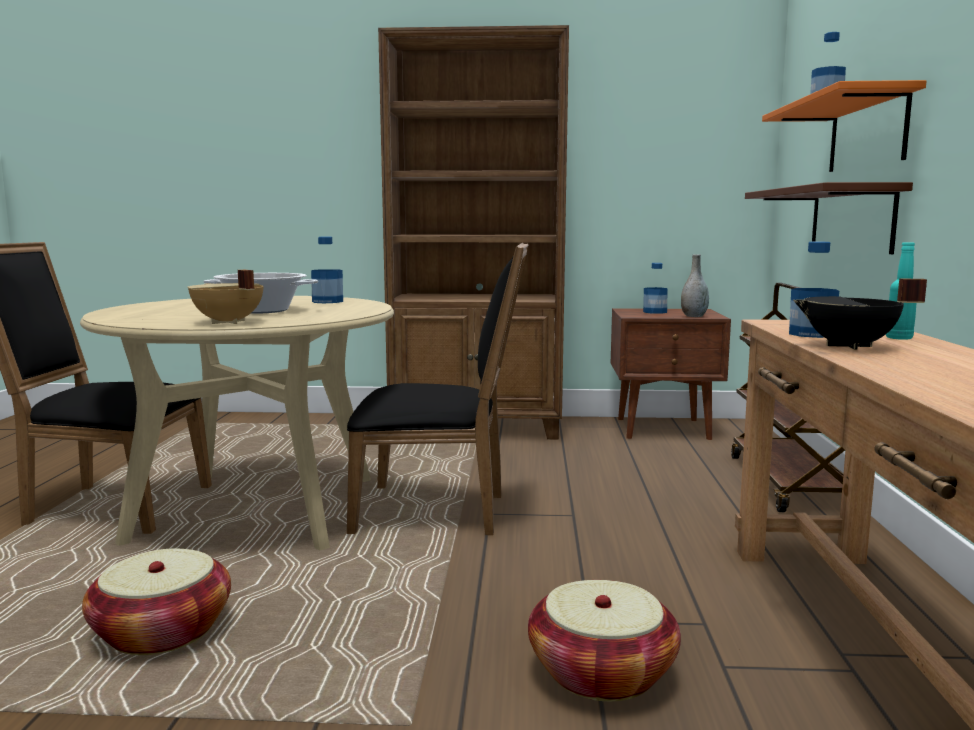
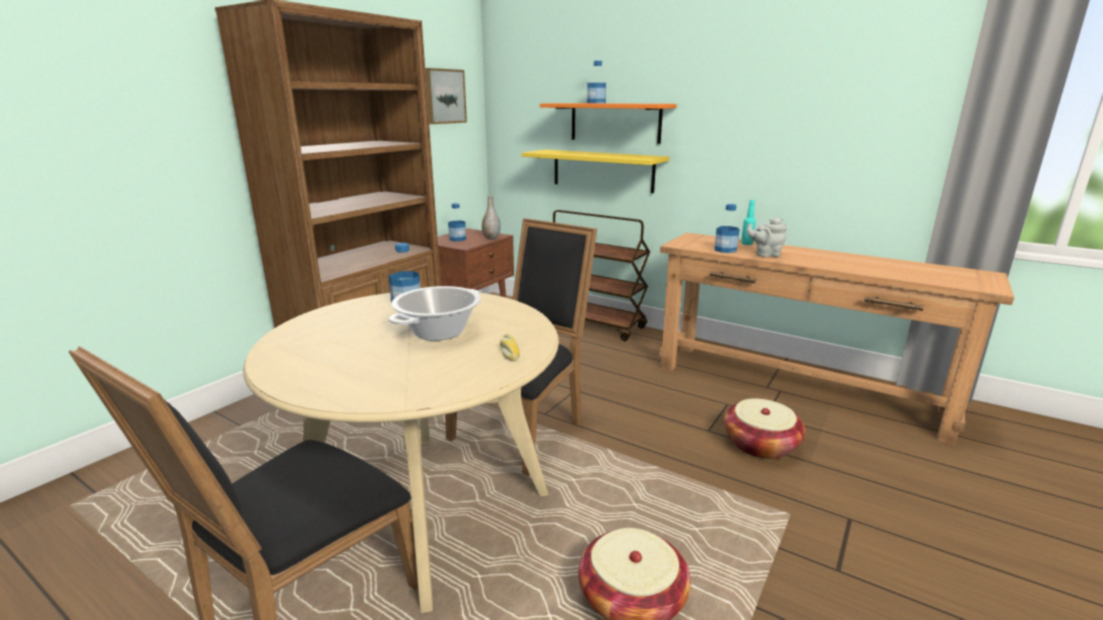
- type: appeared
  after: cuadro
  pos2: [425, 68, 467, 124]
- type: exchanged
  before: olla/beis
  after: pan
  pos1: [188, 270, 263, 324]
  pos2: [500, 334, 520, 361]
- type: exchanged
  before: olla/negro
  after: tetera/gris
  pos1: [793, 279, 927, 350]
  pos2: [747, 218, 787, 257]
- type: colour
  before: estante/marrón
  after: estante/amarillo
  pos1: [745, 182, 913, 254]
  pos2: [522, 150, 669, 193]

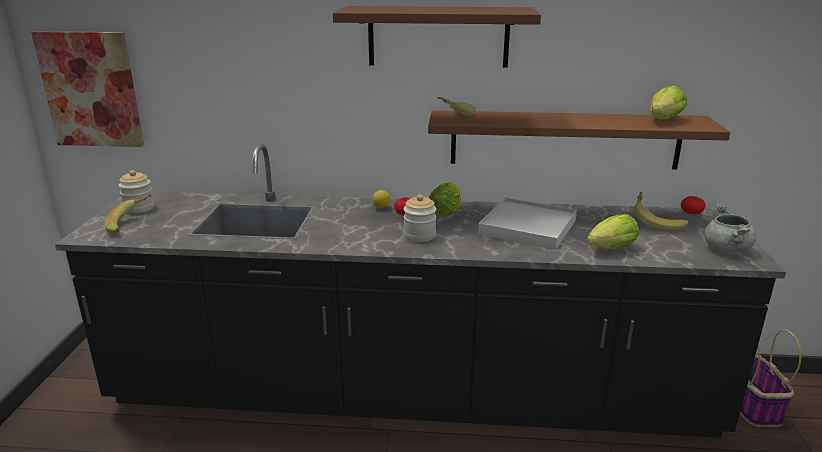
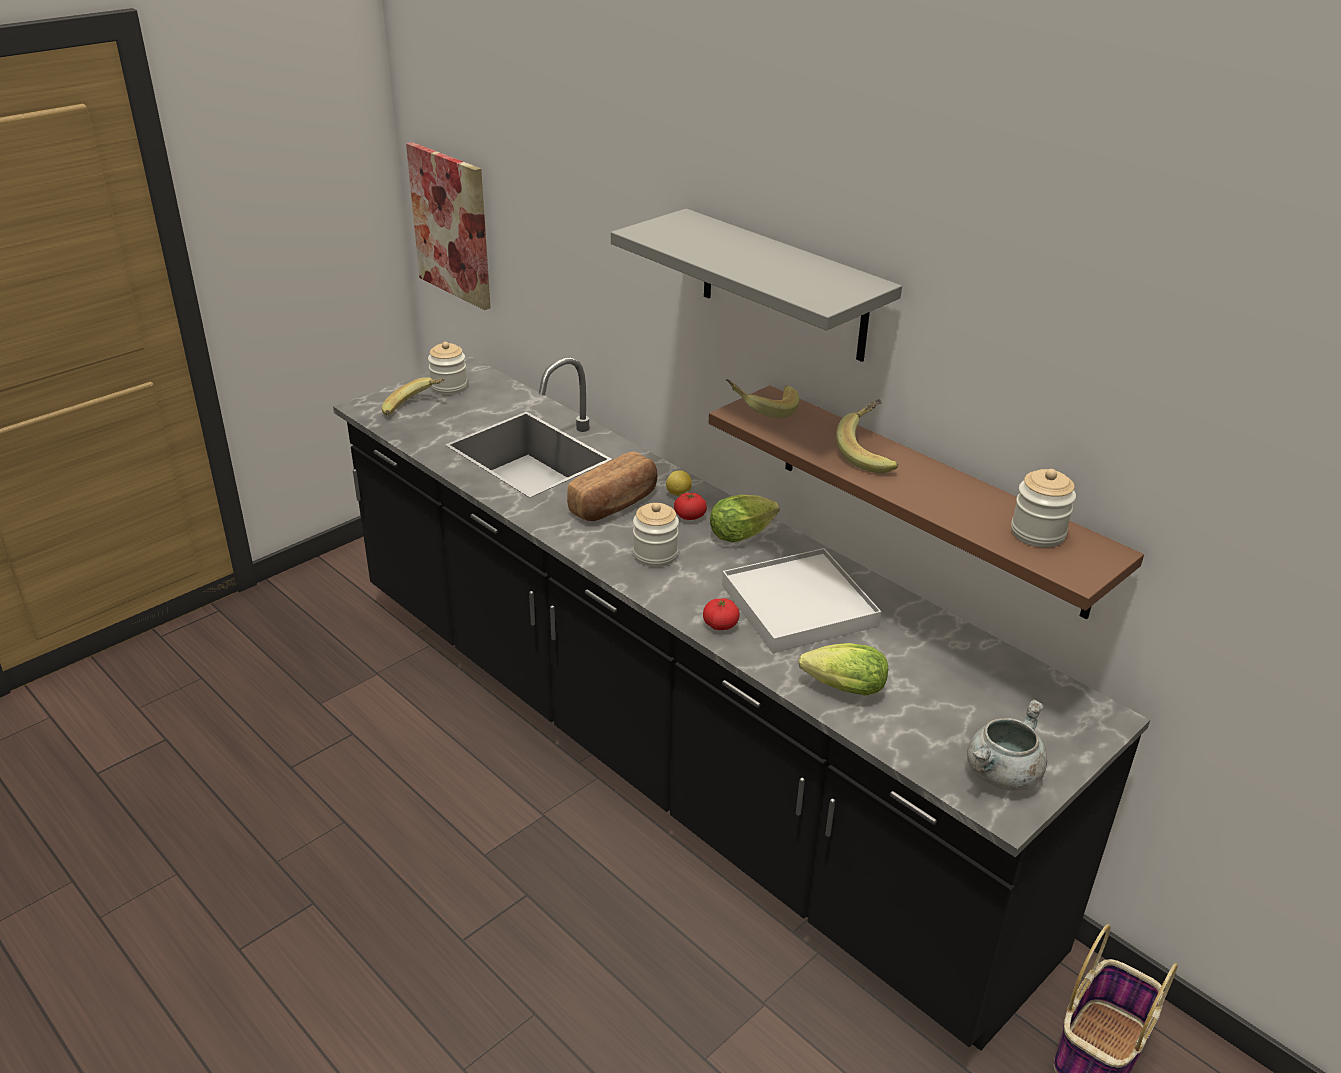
- type: appeared
  after: pan
  pos2: [567, 452, 658, 521]
- type: relocated
  before: plátano
  pos1: [634, 192, 688, 232]
  pos2: [836, 399, 898, 473]
- type: relocated
  before: tomate
  pos1: [681, 196, 705, 214]
  pos2: [703, 598, 740, 630]
- type: exchanged
  before: lechuga
  after: tarro
  pos1: [649, 85, 687, 120]
  pos2: [1011, 469, 1076, 547]
- type: colour
  before: estante/marrón
  after: estante/gris
  pos1: [333, 6, 541, 68]
  pos2: [611, 209, 902, 362]

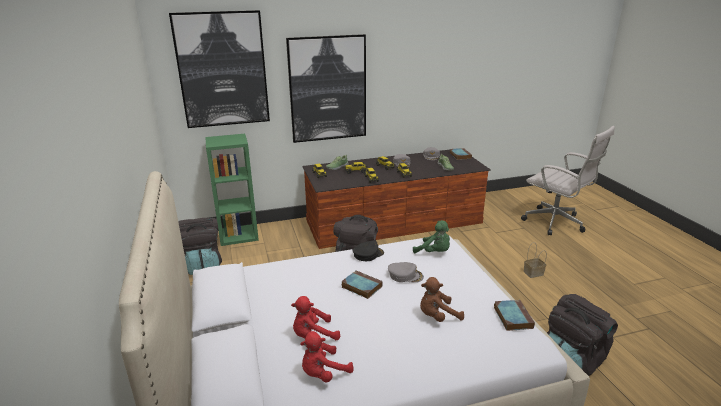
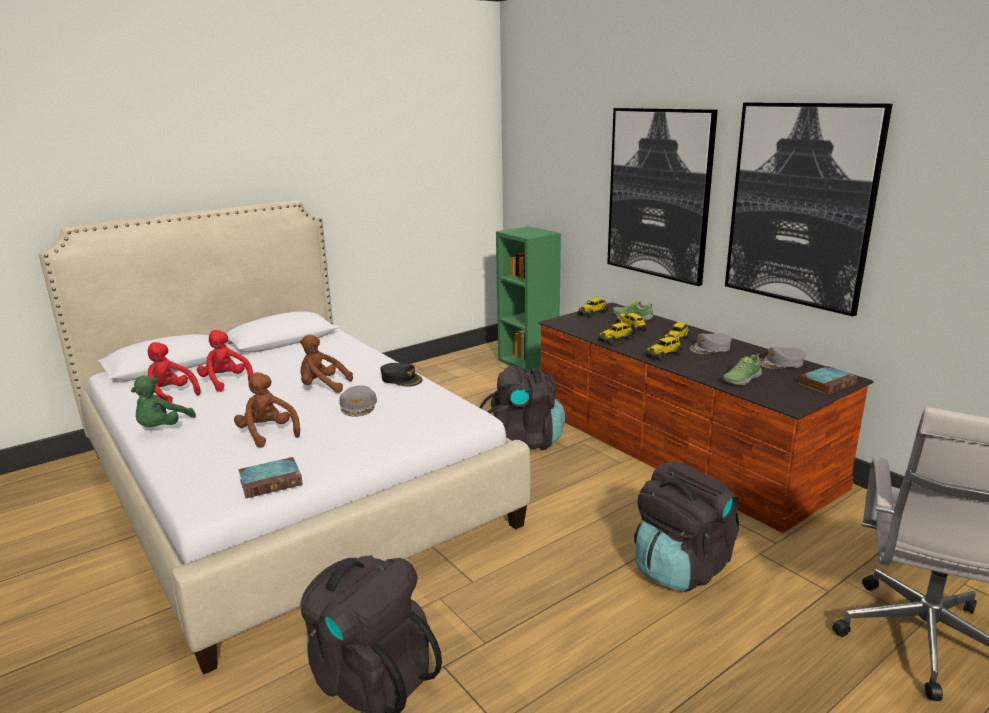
- type: missing
  before: cesta
  pos1: [524, 242, 547, 278]
- type: relocated
  before: cuadro
  pos1: [169, 10, 270, 128]
  pos2: [725, 103, 893, 316]
- type: relocated
  before: mochila/negro
  pos1: [178, 218, 222, 275]
  pos2: [634, 462, 739, 592]
- type: relocated
  before: peluche/verde
  pos1: [413, 220, 450, 253]
  pos2: [131, 375, 196, 427]
- type: exchanged
  before: libro
  after: peluche/marrón
  pos1: [341, 271, 383, 299]
  pos2: [300, 335, 353, 393]

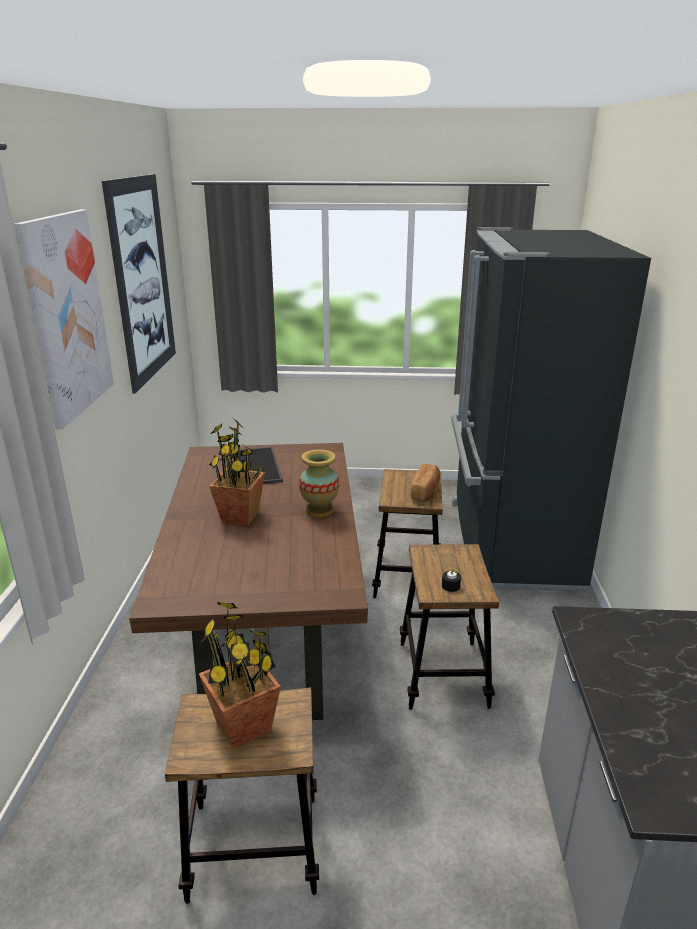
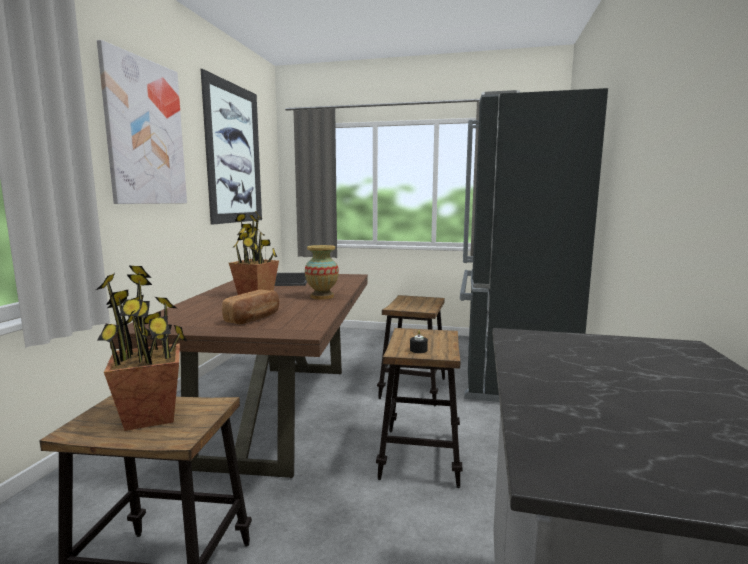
- type: relocated
  before: pan
  pos1: [411, 464, 440, 502]
  pos2: [222, 290, 279, 324]

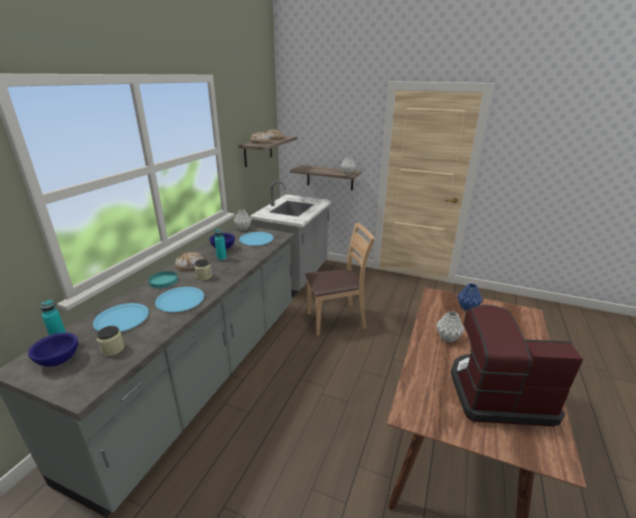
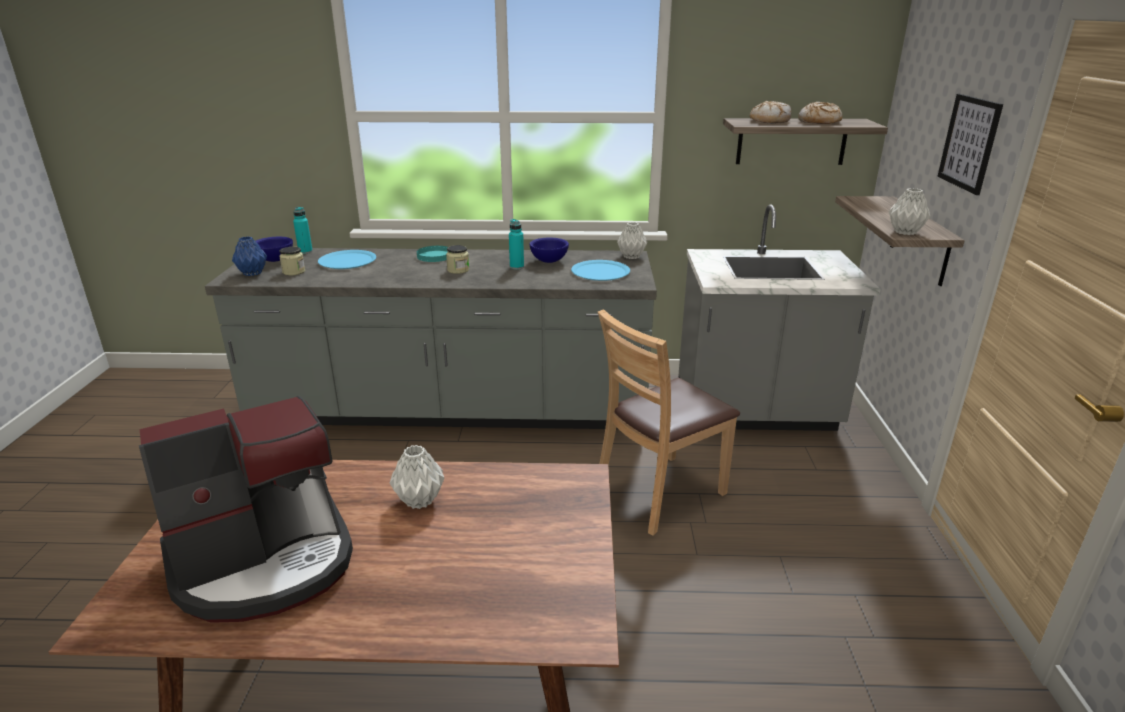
- type: missing
  before: plato/azul
  pos1: [155, 287, 204, 312]
- type: missing
  before: pan
  pos1: [175, 252, 204, 271]
- type: appeared
  after: cuadro
  pos2: [938, 94, 1003, 195]
- type: relocated
  before: florero/azul
  pos1: [457, 284, 483, 311]
  pos2: [232, 236, 267, 276]
- type: spun
  before: silla/marrón
  pos1: [305, 223, 375, 336]
  pos2: [598, 309, 740, 536]
  turn: 90
- type: spun
  before: cafetera
  pos1: [451, 305, 583, 427]
  pos2: [139, 396, 353, 623]
  turn: 75

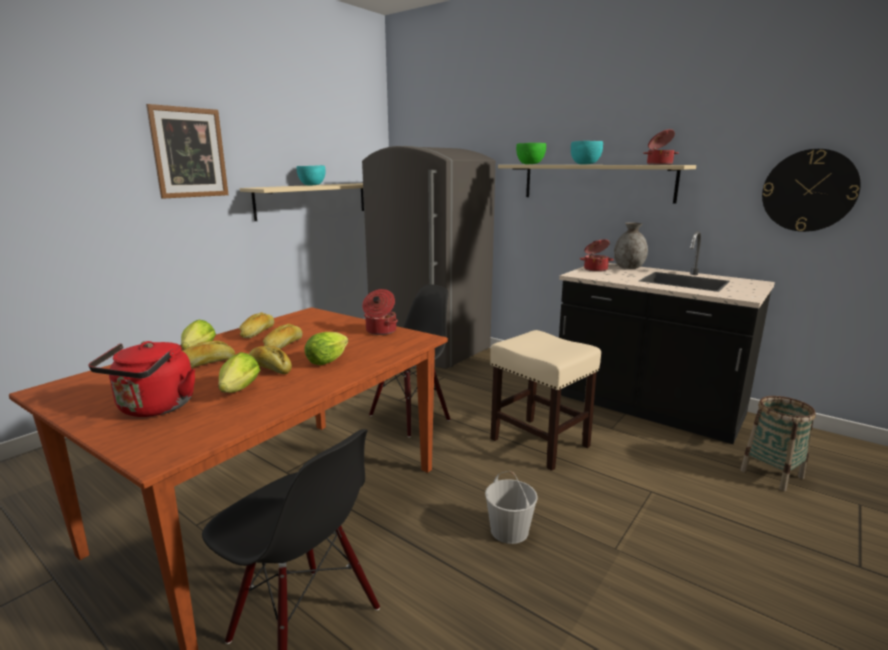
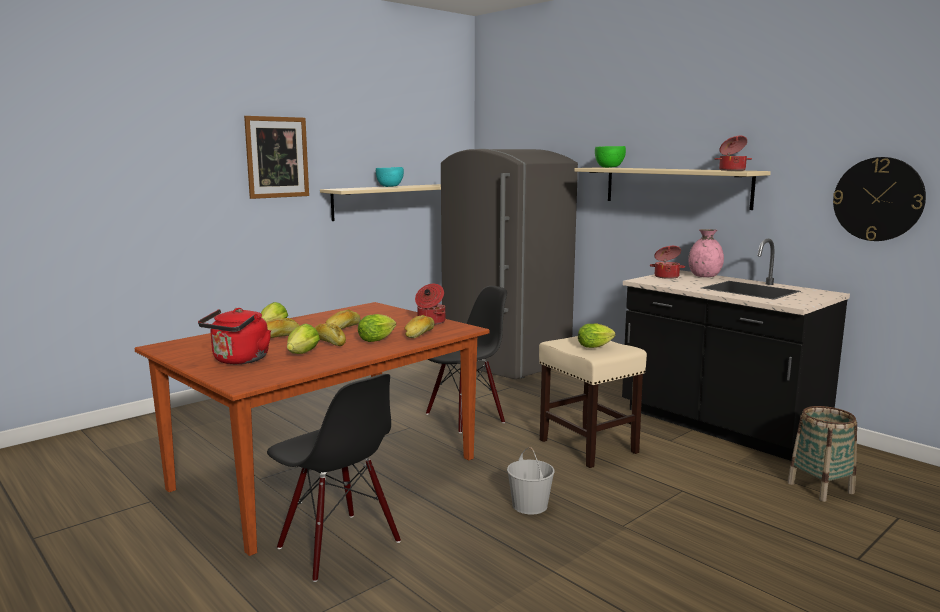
- type: missing
  before: cuenco/turquesa
  pos1: [571, 141, 603, 165]
- type: appeared
  after: lechuga
  pos2: [578, 324, 615, 348]
- type: relocated
  before: pan
  pos1: [239, 312, 274, 338]
  pos2: [404, 315, 434, 338]
- type: colour
  before: florero/gris
  after: florero/rosa
  pos1: [614, 222, 648, 269]
  pos2: [688, 229, 724, 277]

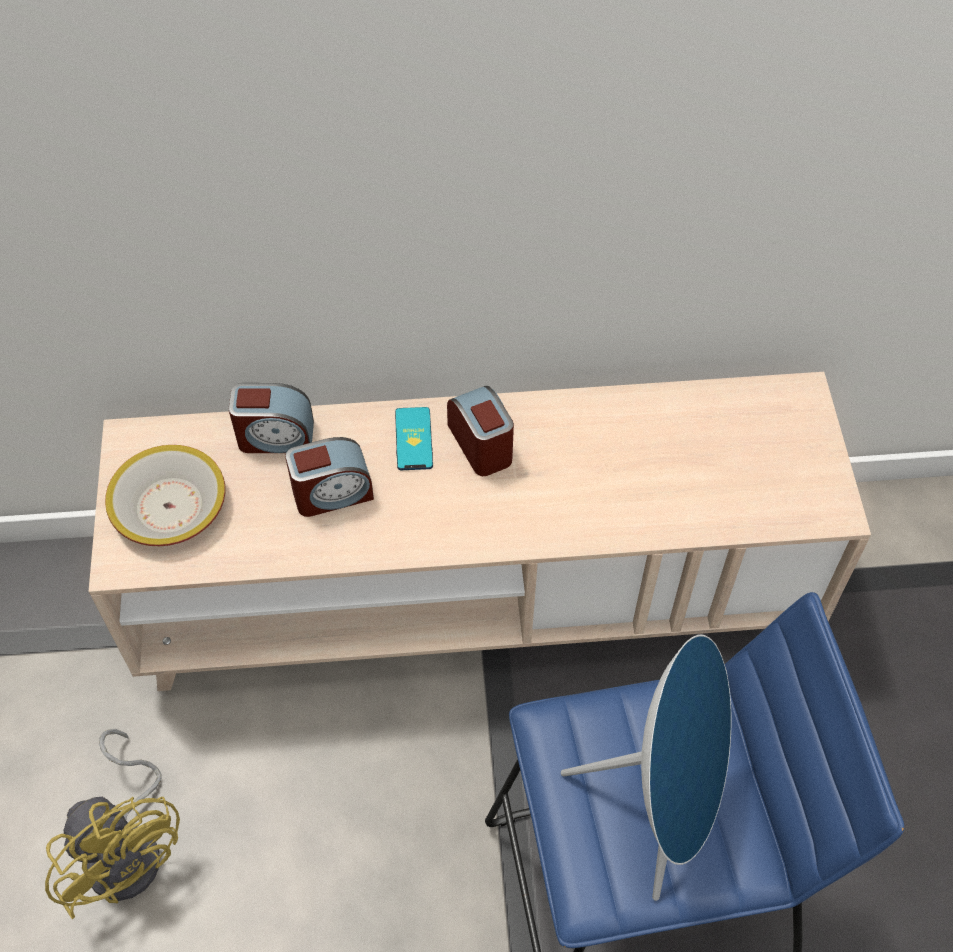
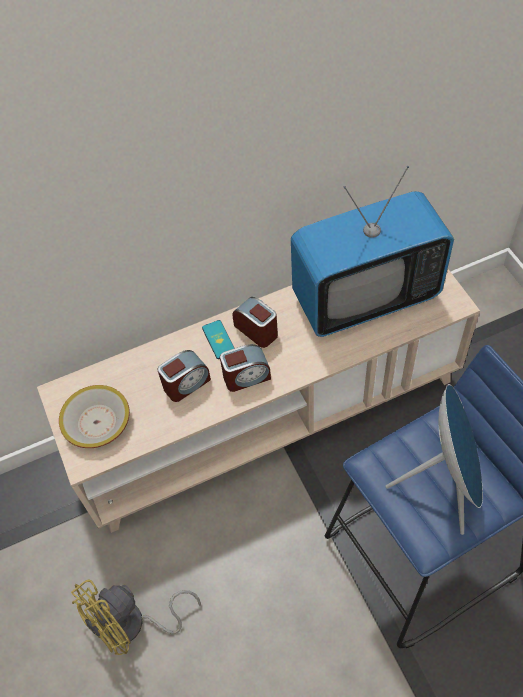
- type: appeared
  after: televisor
  pos2: [291, 166, 454, 337]
- type: relocated
  before: despertador
  pos1: [229, 383, 314, 453]
  pos2: [220, 344, 271, 392]
- type: spun
  before: ventilador/amarillo
  pos1: [45, 729, 180, 919]
  pos2: [71, 580, 201, 655]
  turn: 105

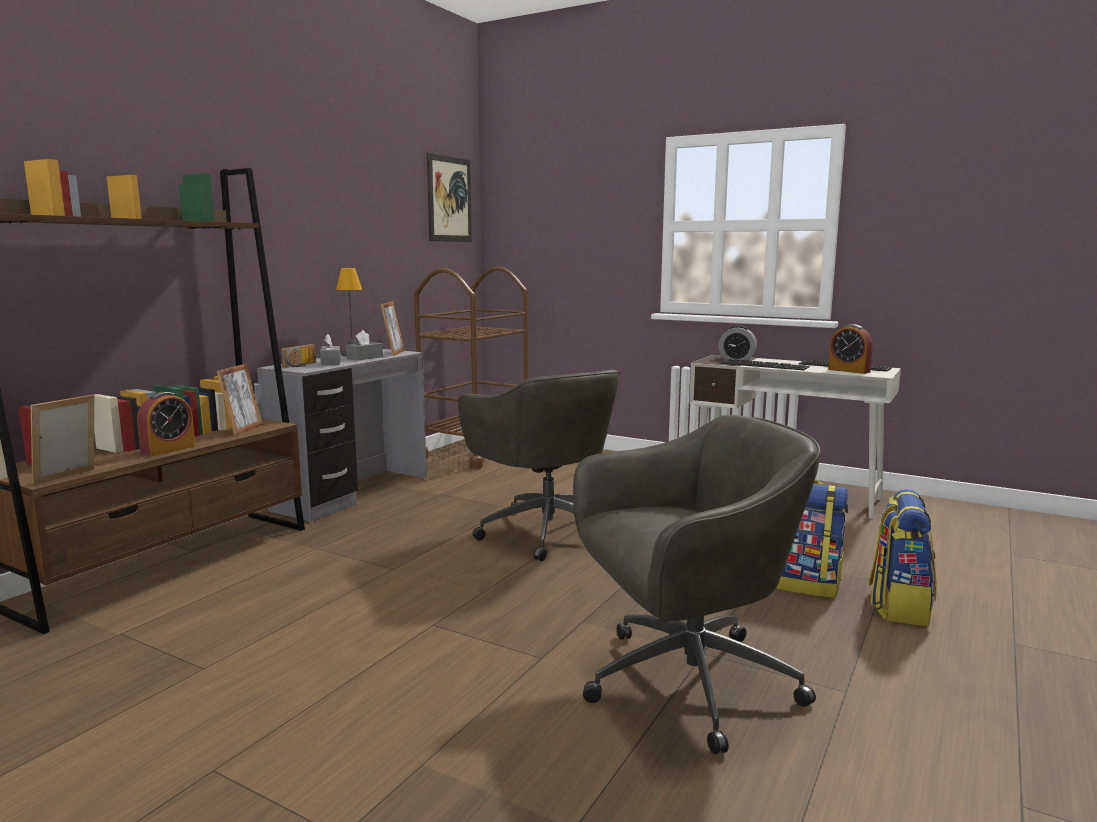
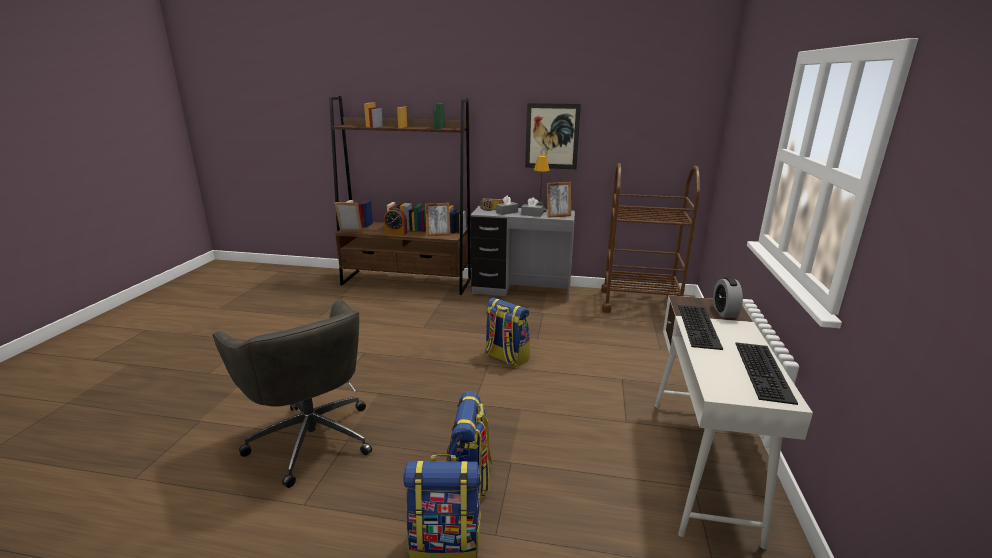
- type: missing
  before: despertador
  pos1: [828, 324, 873, 374]
- type: relocated
  before: cuadro
  pos1: [427, 152, 472, 242]
  pos2: [525, 103, 581, 169]
- type: exchanged
  before: silla de oficina/gris
  after: mochila
  pos1: [458, 370, 620, 561]
  pos2: [485, 298, 530, 367]

